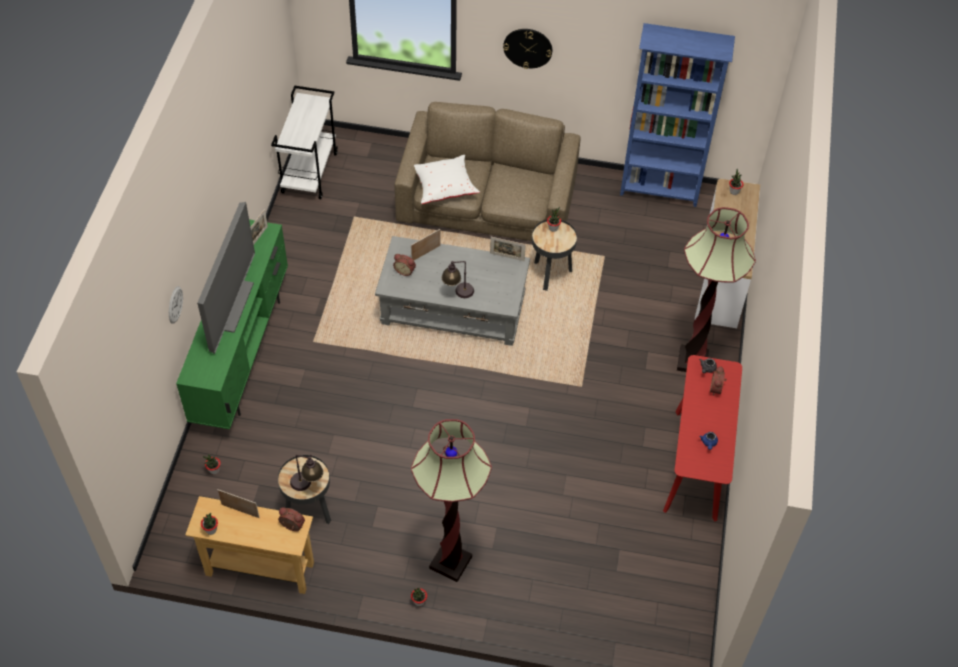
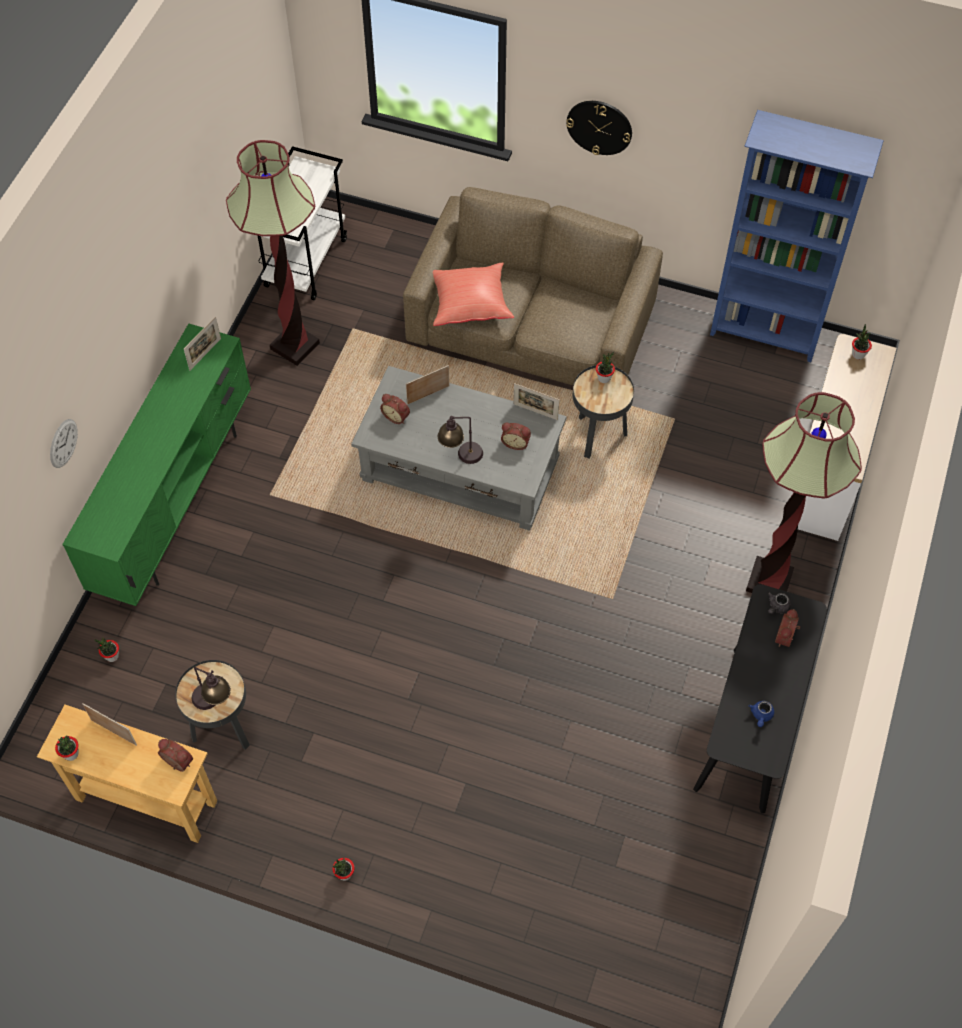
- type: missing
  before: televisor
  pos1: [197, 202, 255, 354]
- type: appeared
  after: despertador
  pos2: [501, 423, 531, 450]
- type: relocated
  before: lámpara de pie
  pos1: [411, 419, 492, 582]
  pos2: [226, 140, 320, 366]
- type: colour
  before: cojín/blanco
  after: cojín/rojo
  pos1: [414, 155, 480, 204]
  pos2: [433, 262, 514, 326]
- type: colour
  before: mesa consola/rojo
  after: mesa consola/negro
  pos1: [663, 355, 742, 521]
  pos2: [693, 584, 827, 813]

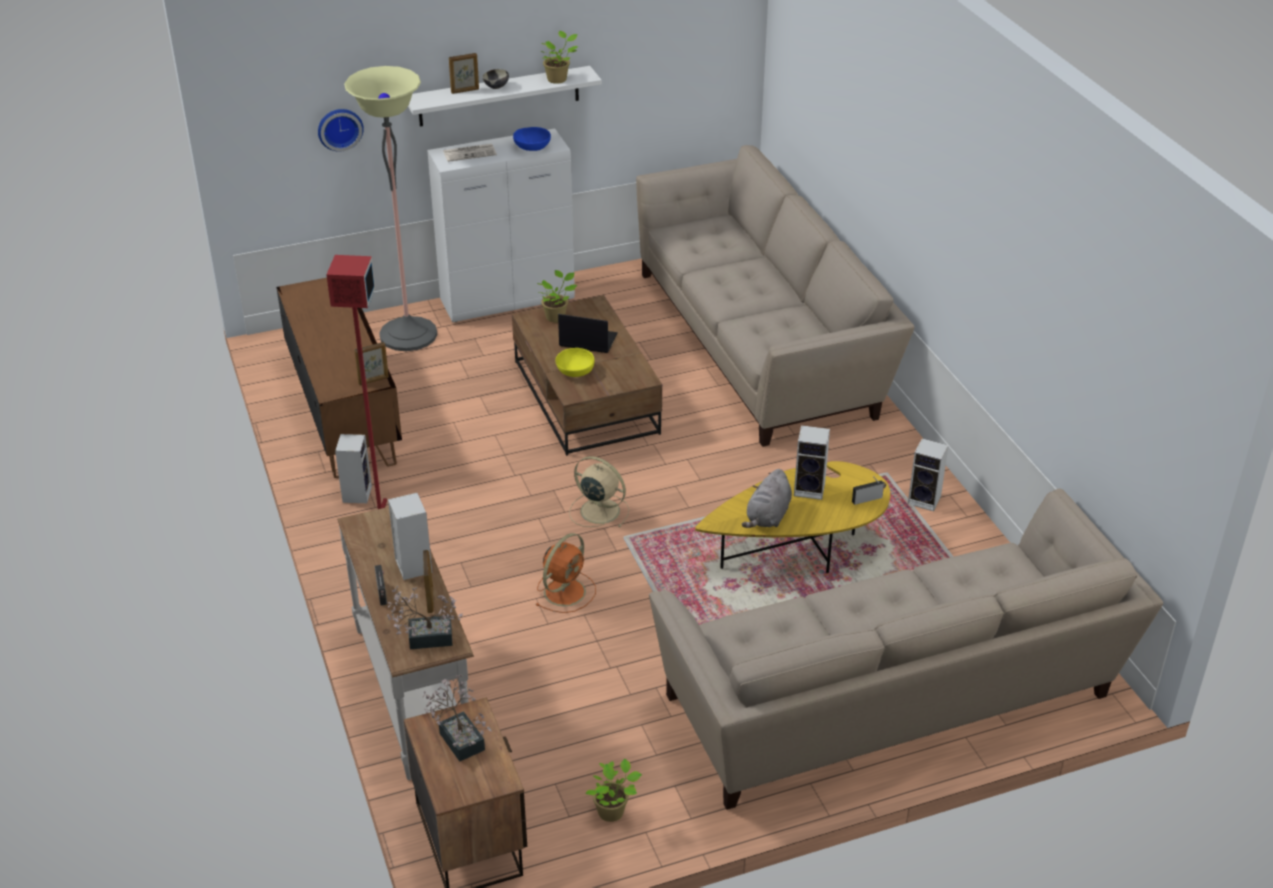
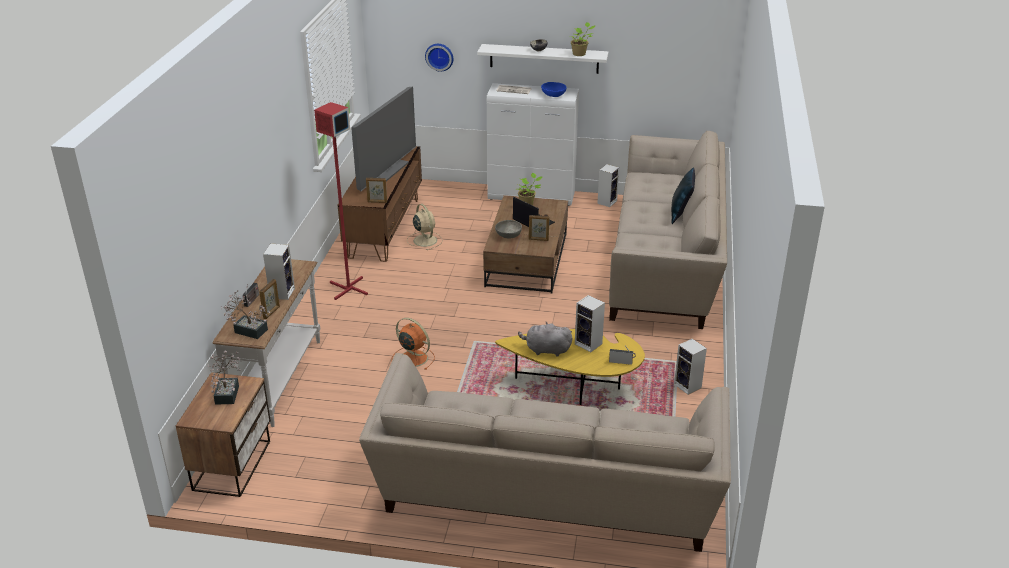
- type: missing
  before: lámpara de pie
  pos1: [344, 66, 437, 351]
- type: missing
  before: planta en maceta
  pos1: [586, 758, 642, 822]
- type: appeared
  after: televisor
  pos2: [351, 86, 416, 191]
- type: appeared
  after: cojín/azul
  pos2: [671, 168, 695, 224]
- type: relocated
  before: altavoz
  pos1: [335, 434, 372, 503]
  pos2: [597, 164, 619, 207]
- type: relocated
  before: portarretratos
  pos1: [449, 53, 479, 94]
  pos2: [529, 215, 549, 241]
- type: relocated
  before: ventilador/beis
  pos1: [569, 456, 629, 527]
  pos2: [407, 204, 443, 250]
- type: colour
  before: cuenco/amarillo
  after: cuenco/gris
  pos1: [555, 348, 595, 377]
  pos2: [495, 220, 522, 239]
- type: spun
  before: ventilador/naranja
  pos1: [535, 533, 596, 613]
  pos2: [391, 318, 435, 370]
  turn: -120
- type: spun
  before: peluche/gris
  pos1: [742, 469, 792, 528]
  pos2: [518, 322, 572, 357]
  turn: 45

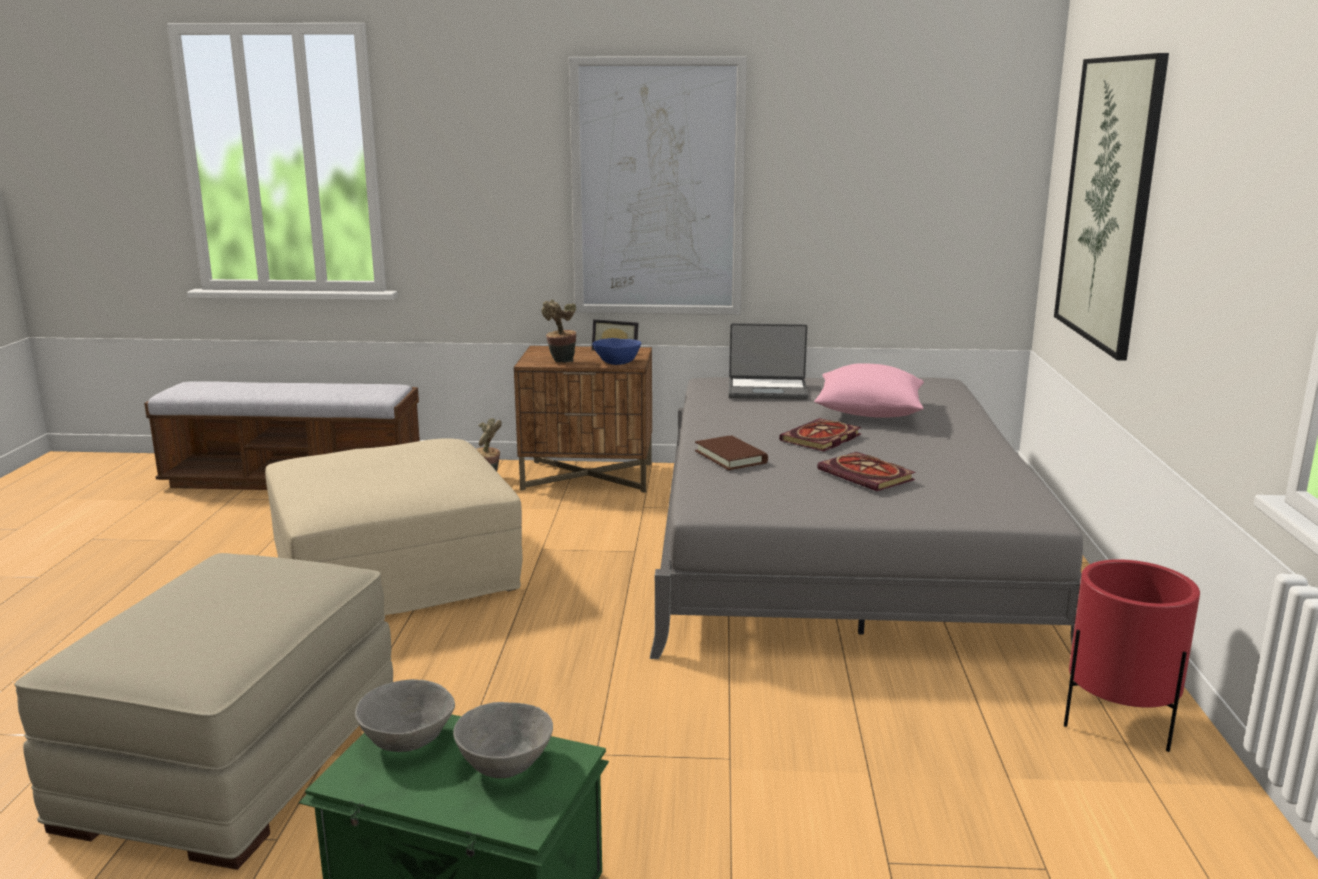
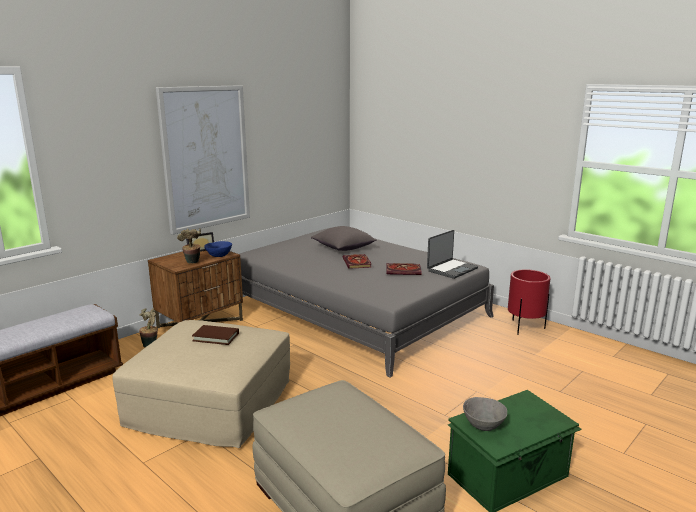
- type: missing
  before: cuenco/gris
  pos1: [453, 702, 553, 778]
- type: missing
  before: cuadro
  pos1: [1054, 53, 1169, 361]
- type: relocated
  before: libro/marrón
  pos1: [695, 435, 768, 470]
  pos2: [192, 325, 239, 345]
- type: relocated
  before: portátil
  pos1: [728, 323, 808, 400]
  pos2: [427, 230, 478, 279]
- type: colour
  before: cojín/rosa
  after: cojín/gris
  pos1: [814, 363, 924, 418]
  pos2: [311, 226, 377, 251]

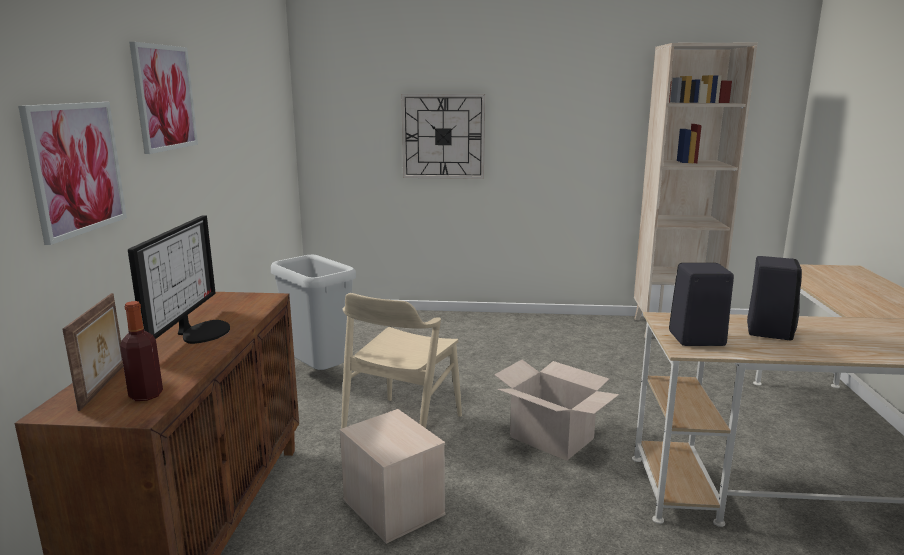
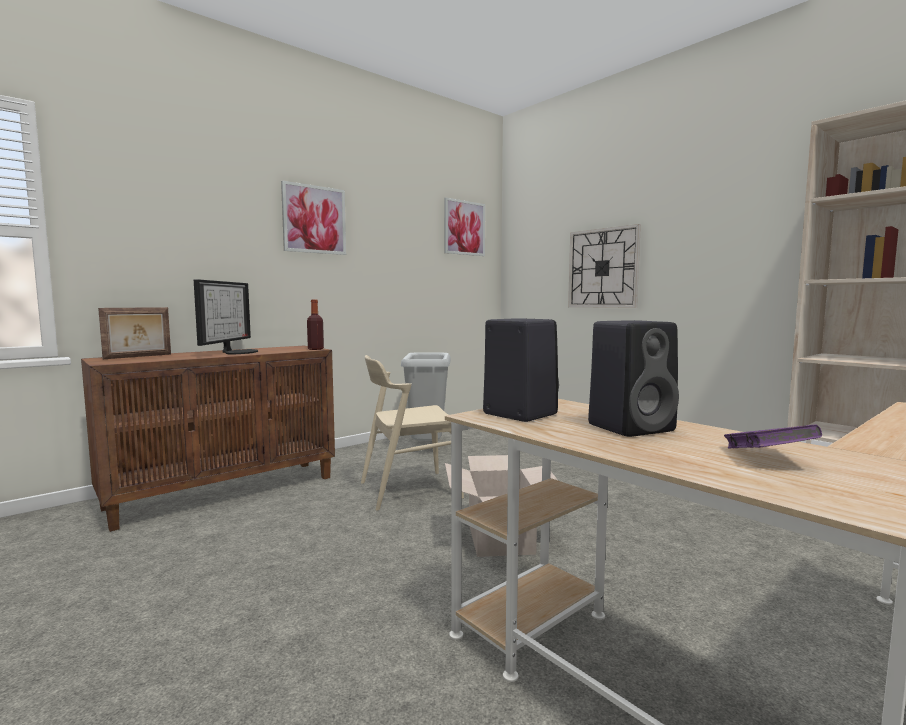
- type: missing
  before: caja de almacenaje/beis
  pos1: [339, 409, 446, 544]
- type: appeared
  after: libro/morado
  pos2: [724, 425, 822, 449]
- type: relocated
  before: cuadro
  pos1: [18, 102, 127, 245]
  pos2: [444, 198, 485, 256]
- type: relocated
  before: botella
  pos1: [120, 301, 163, 401]
  pos2: [307, 300, 324, 350]
- type: spun
  before: monitor
  pos1: [128, 215, 230, 344]
  pos2: [194, 279, 258, 355]
  turn: -45

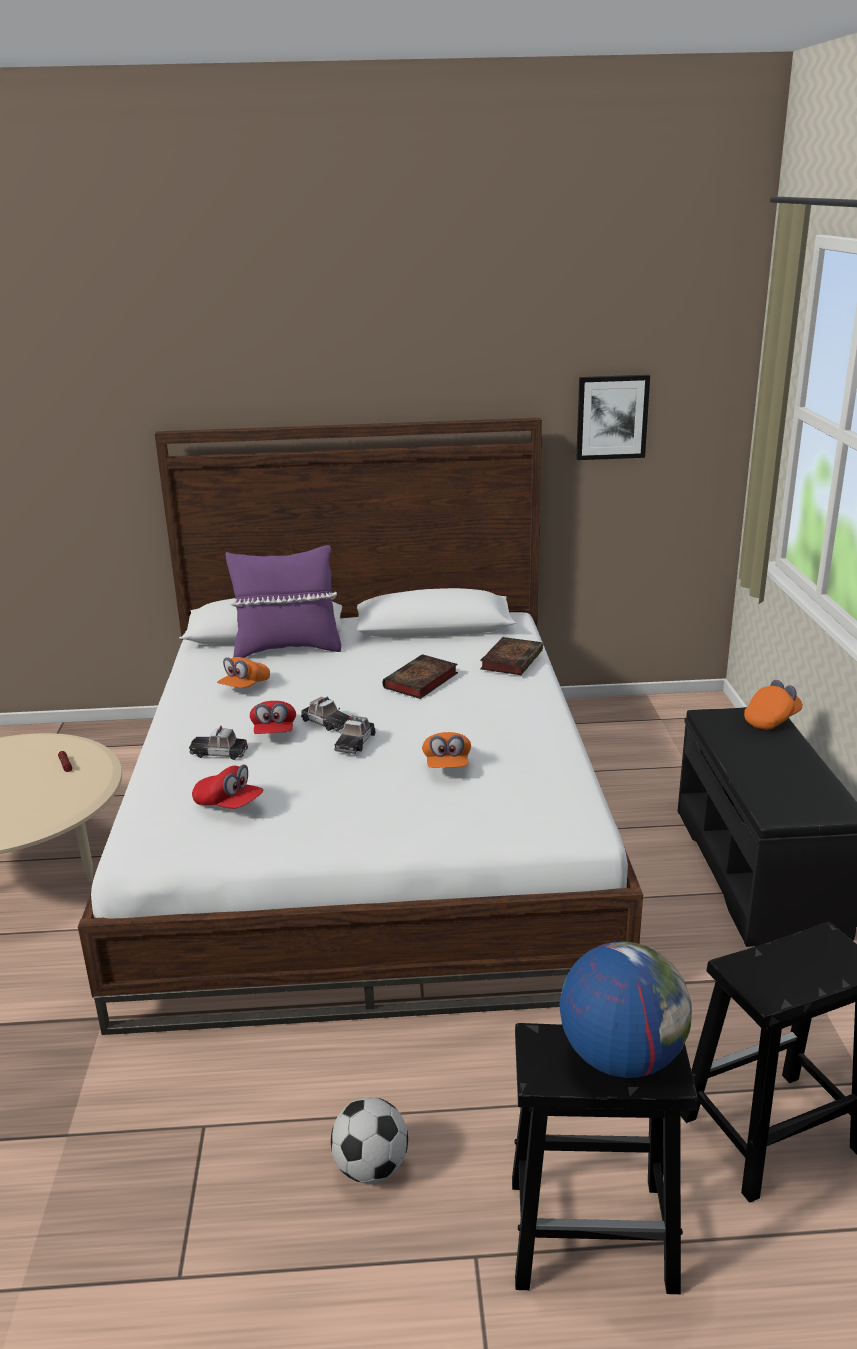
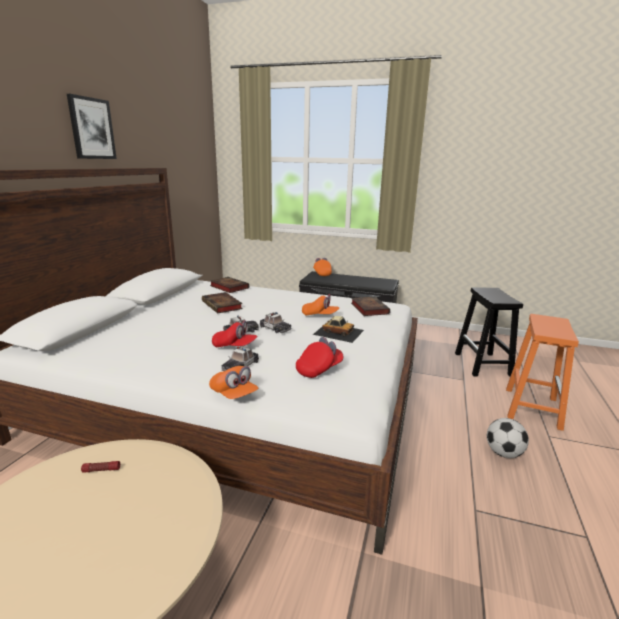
- type: missing
  before: cojín/morado
  pos1: [225, 545, 341, 658]
- type: missing
  before: globo terráqueo
  pos1: [560, 942, 692, 1078]
- type: appeared
  after: coche de juguete
  pos2: [313, 316, 364, 343]
- type: appeared
  after: libro
  pos2: [351, 296, 390, 316]
- type: relocated
  before: gorra/naranja
  pos1: [217, 657, 270, 688]
  pos2: [209, 366, 258, 399]
- type: relocated
  before: cuadro
  pos1: [576, 375, 650, 460]
  pos2: [67, 94, 117, 159]
- type: colour
  before: taburete/negro
  after: taburete/naranja
  pos1: [512, 1023, 698, 1294]
  pos2: [506, 314, 579, 431]

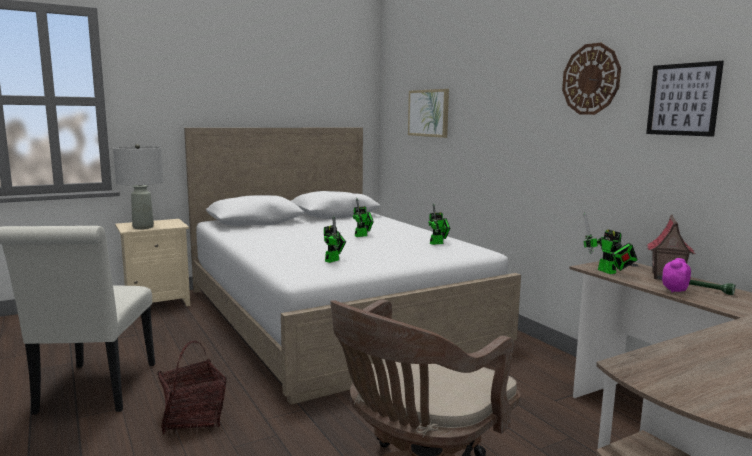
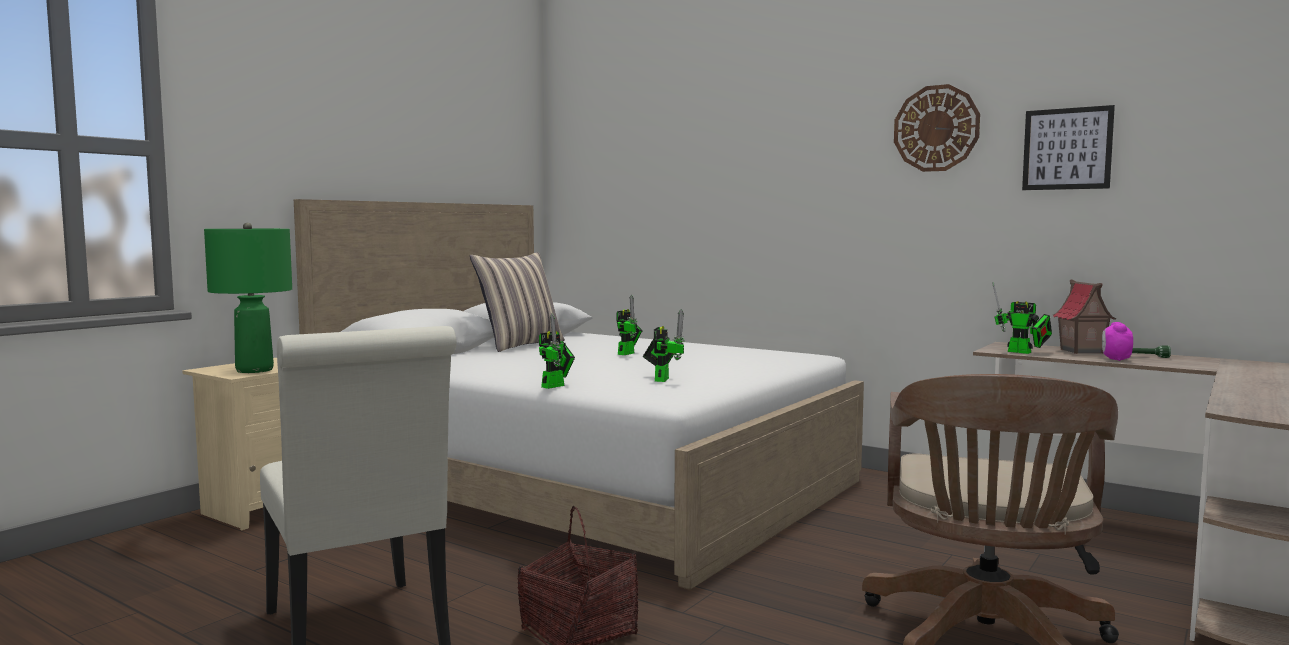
- type: missing
  before: cuadro
  pos1: [408, 89, 449, 138]
- type: appeared
  after: cojín
  pos2: [470, 252, 565, 352]
- type: relocated
  before: robot de juguete
  pos1: [428, 203, 450, 245]
  pos2: [539, 314, 575, 389]
- type: colour
  before: lámpara de mesa/gris
  after: lámpara de mesa/verde
  pos1: [113, 144, 163, 229]
  pos2: [204, 223, 292, 373]

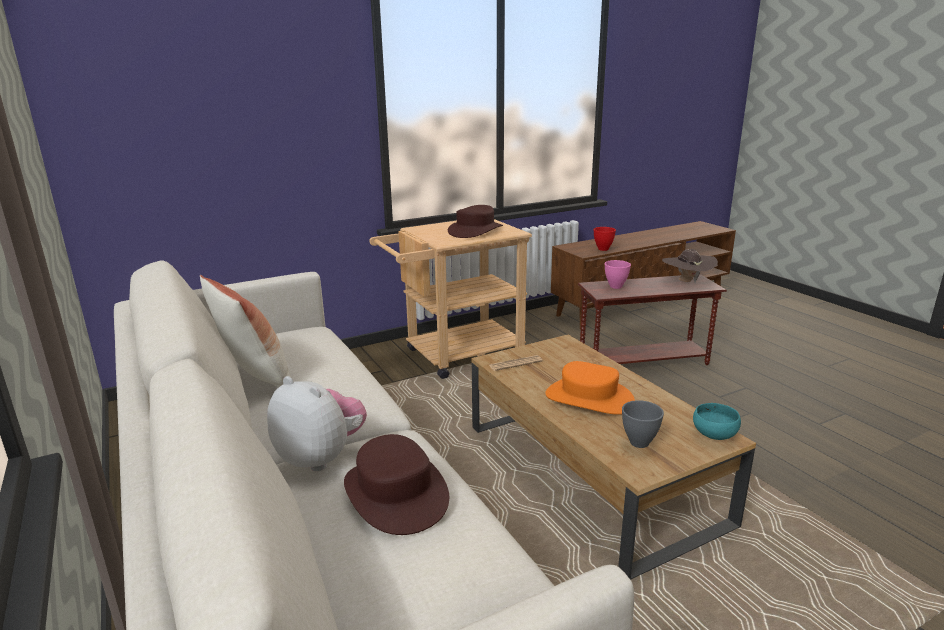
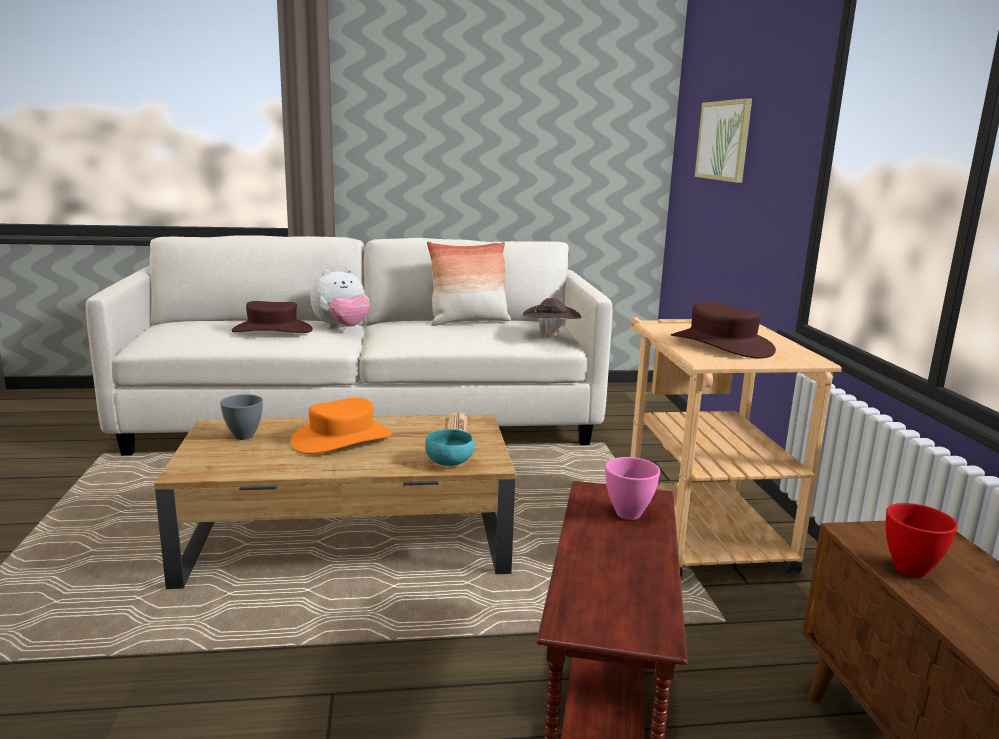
- type: appeared
  after: cuadro
  pos2: [695, 98, 752, 183]
- type: relocated
  before: sombrero/marrón
  pos1: [662, 249, 718, 283]
  pos2: [522, 298, 581, 339]
- type: relocated
  before: cuenco/turquesa
  pos1: [693, 403, 741, 440]
  pos2: [425, 429, 475, 466]

